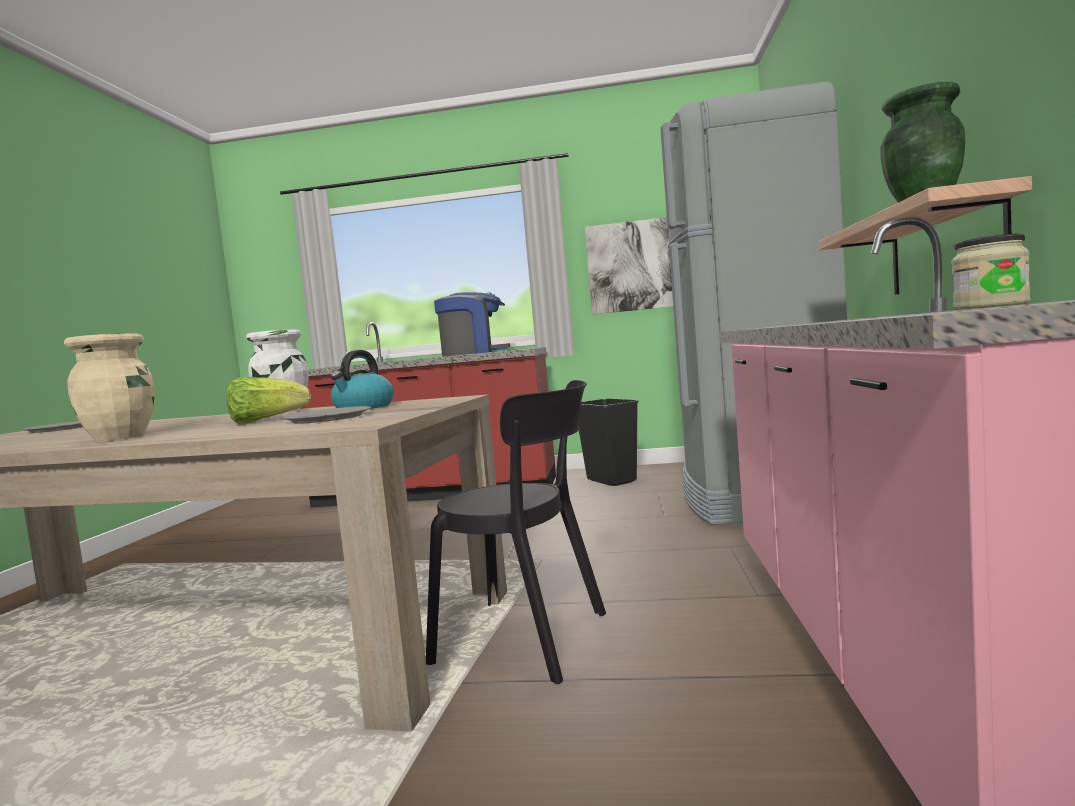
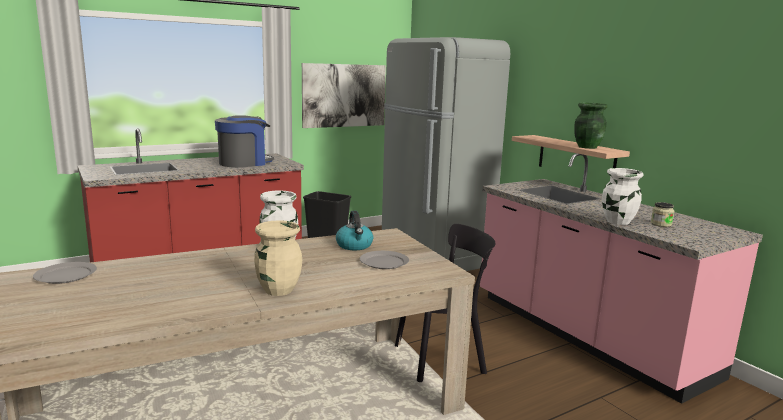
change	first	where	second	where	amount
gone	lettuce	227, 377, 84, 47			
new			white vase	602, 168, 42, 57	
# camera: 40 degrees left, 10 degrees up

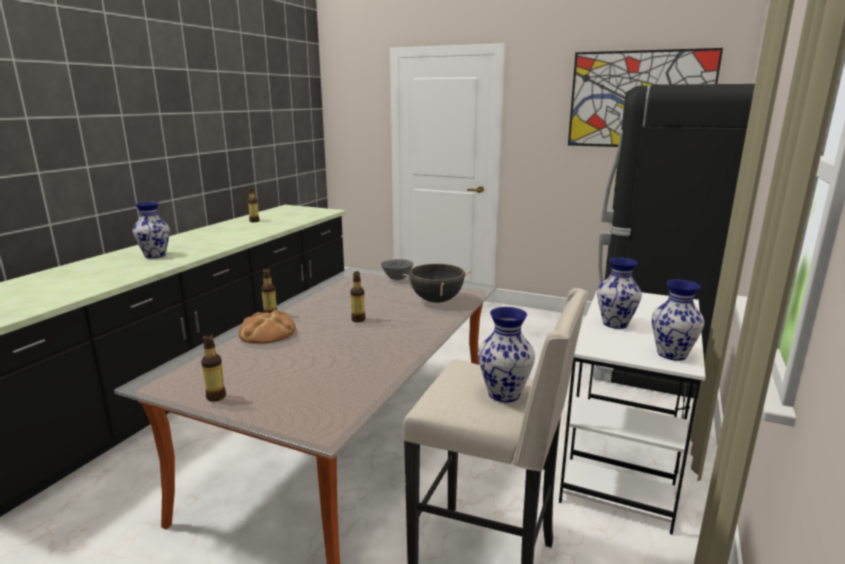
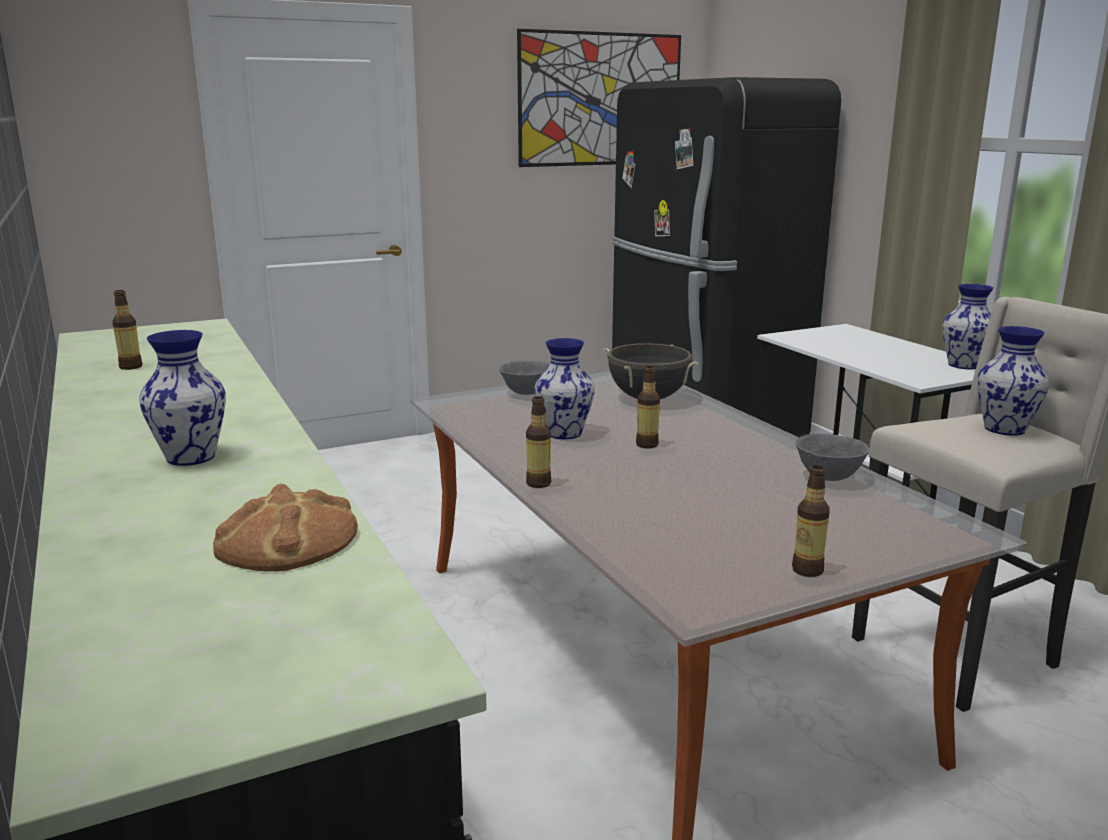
change	first	where	second	where	amount
shifted	bread	238, 310, 58, 34		213, 484, 145, 87	
shifted	vase	597, 258, 45, 71		535, 338, 60, 101	
new			grey bowl	795, 433, 75, 48	
# camera: 50 degrees left, 0 degrees up

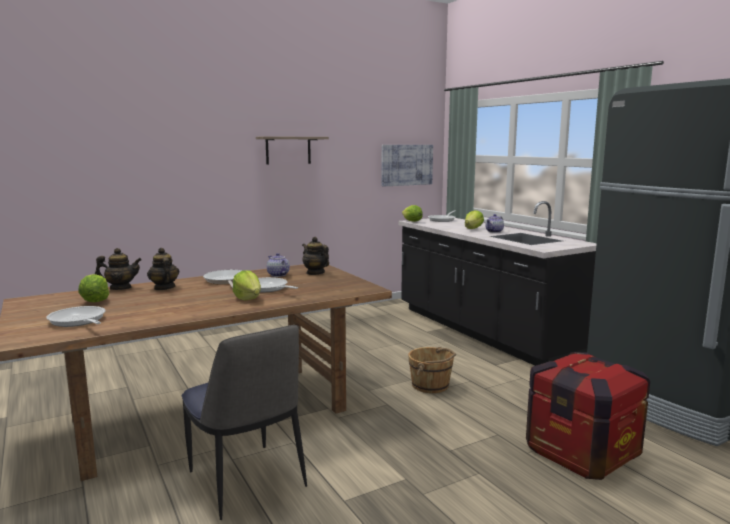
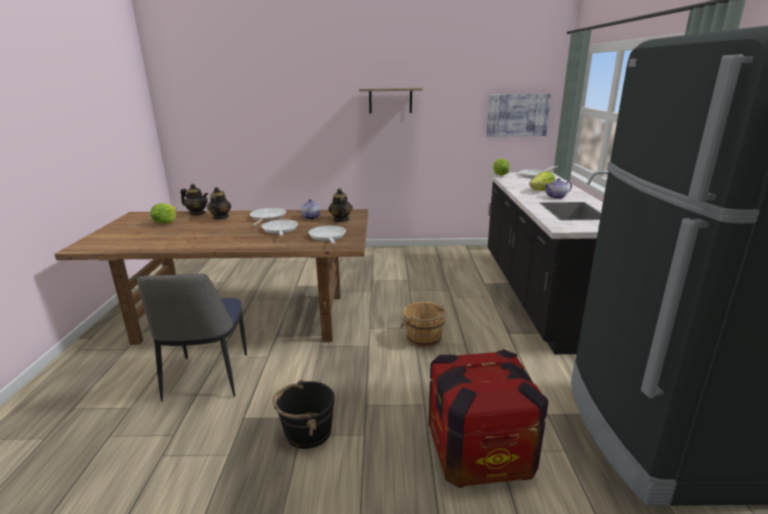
change	first	where	second	where	amount
shifted	frying pan	47, 306, 58, 21		308, 225, 38, 19	
gone	lettuce	232, 271, 29, 30			
new			black bucket	272, 380, 63, 69	
# camera: 30 degrees right, 10 degrees up

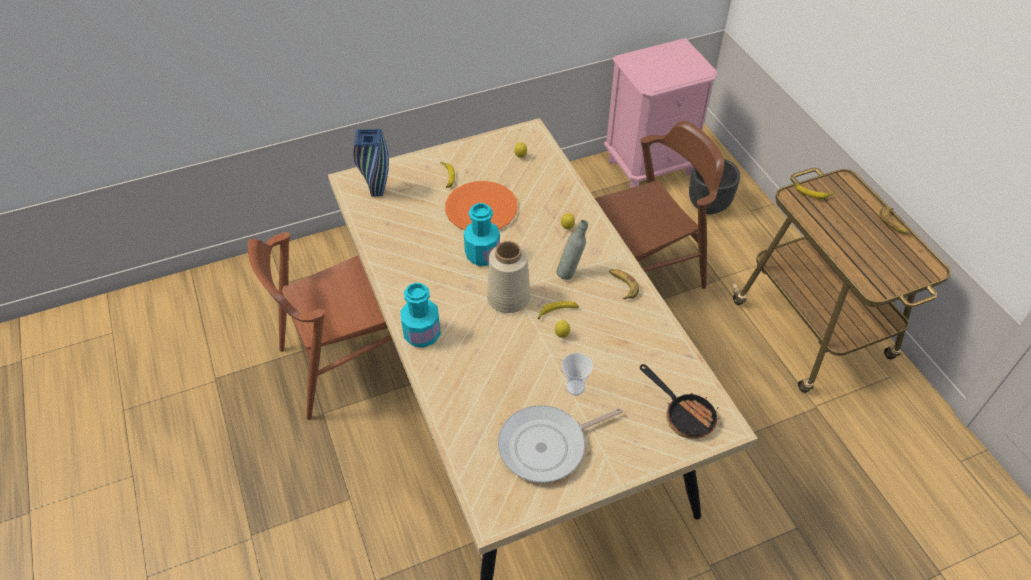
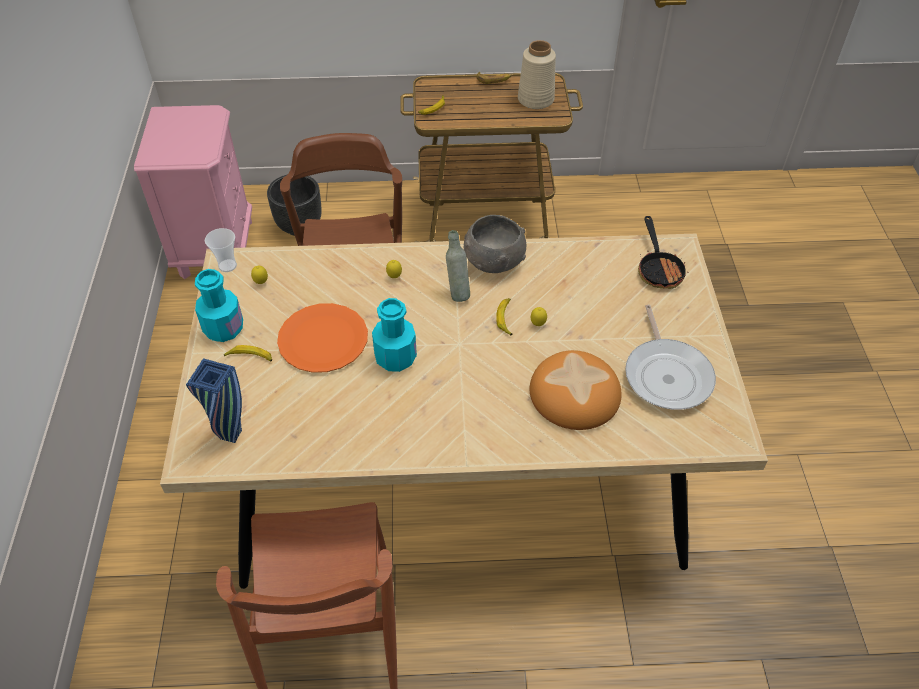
change	first	where	second	where	amount
shifted	turquoise bottle	400, 283, 41, 65		195, 269, 48, 73	
shifted	beige vase	487, 241, 43, 72		518, 40, 38, 69	
shifted	cup	562, 353, 31, 43		205, 228, 32, 44	
swapped	banana	609, 269, 30, 30	grey bowl	464, 215, 62, 58	
rotated	frying pan	640, 364, 79, 75		638, 216, 50, 73	105 degrees clockwise
new			bread	530, 350, 91, 80	
# camera: 70 degrees left, 0 degrees up

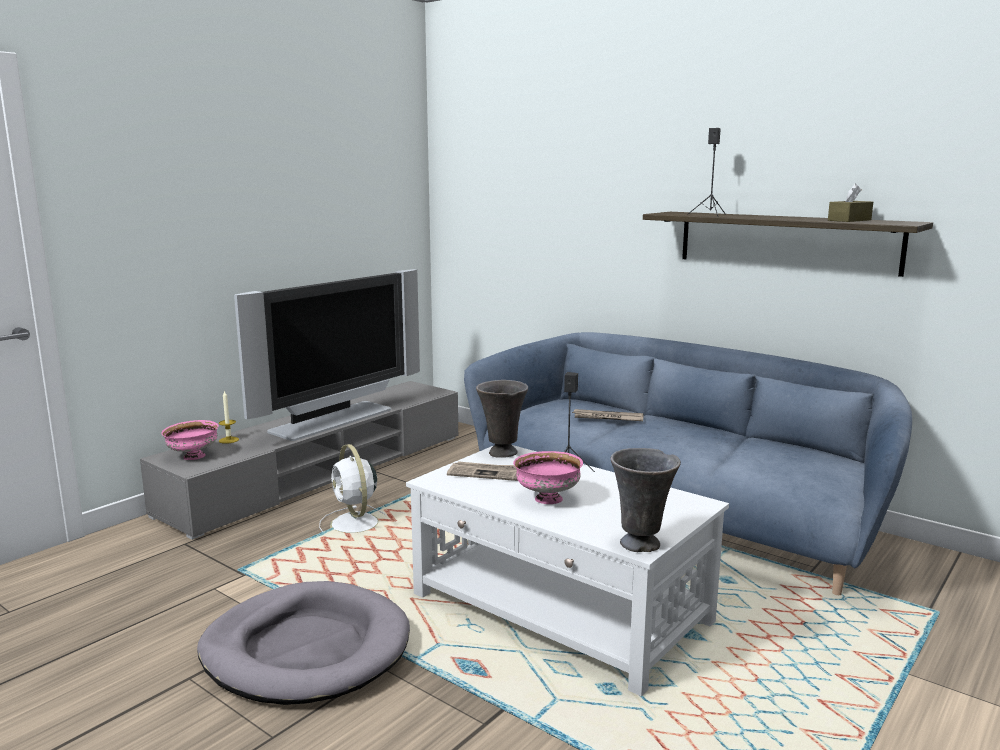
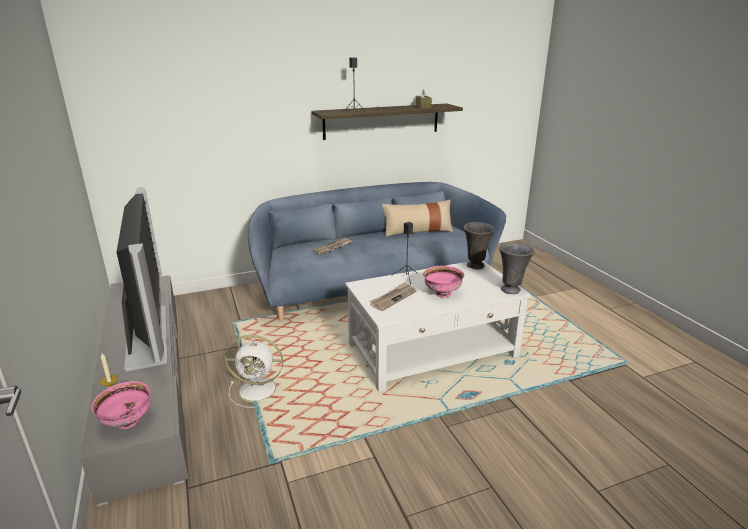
change	first	where	second	where	amount
gone	grey dog bed	197, 581, 213, 124			
shifted	grey vase	476, 380, 52, 78		464, 222, 31, 47	
new			beige pillow	382, 200, 71, 37	
# camera: 60 degrees left, 10 degrees up

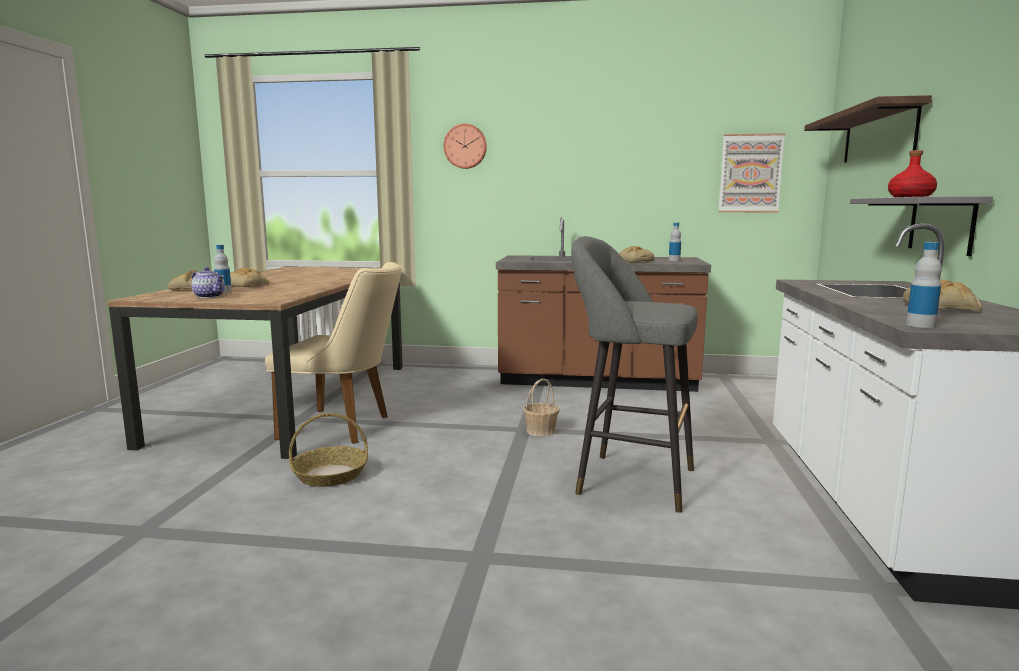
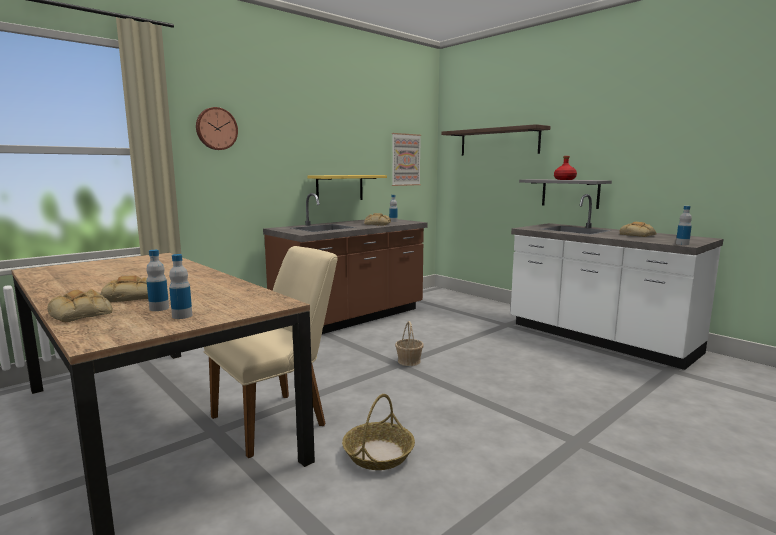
change	first	where	second	where	amount
swapped	teapot	191, 267, 34, 31	bottle	169, 254, 23, 65	
gone	grey stool	571, 236, 127, 277			
new			yellow shelf	307, 175, 80, 25	
# camera: 50 degrees left, 0 degrees up

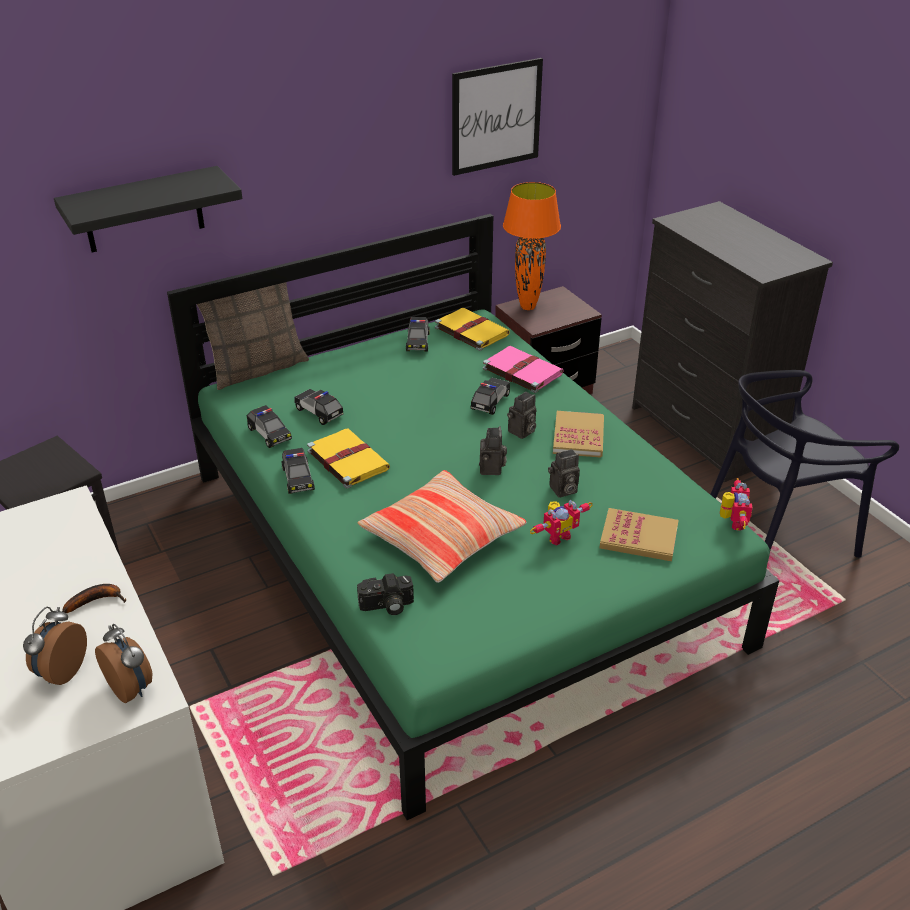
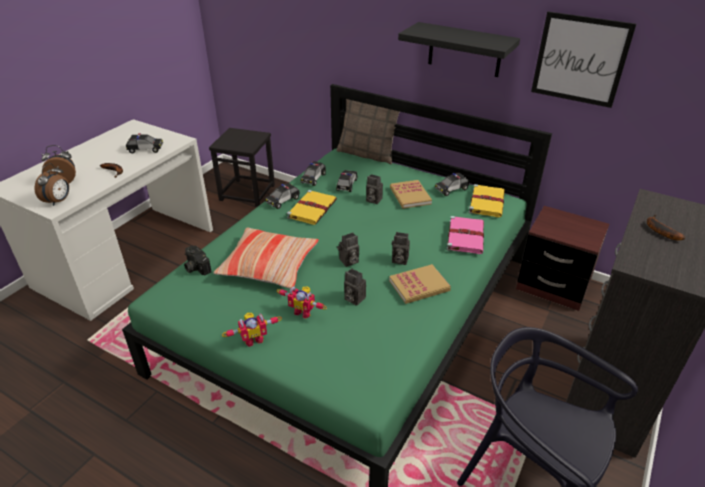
change	first	where	second	where	amount
shifted	black shelf	54, 166, 188, 86		398, 22, 122, 55	
shifted	toy car	471, 377, 39, 38		126, 133, 37, 21	
gone	orange table lamp	503, 182, 58, 128			
shifted	book	600, 508, 79, 53		390, 180, 42, 29	
shifted	toy robot	720, 478, 33, 53		222, 313, 60, 34	
new			photo camera	366, 174, 17, 30	
new			banana	647, 215, 38, 25	
# camera: 60 degrees right, 0 degrees up

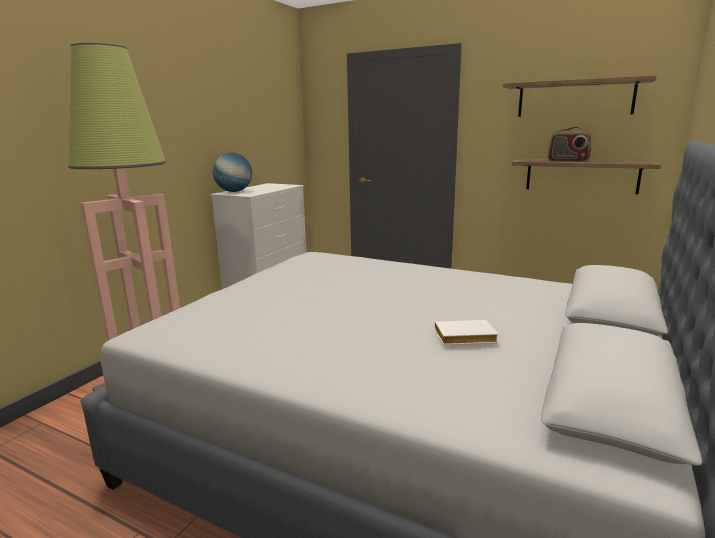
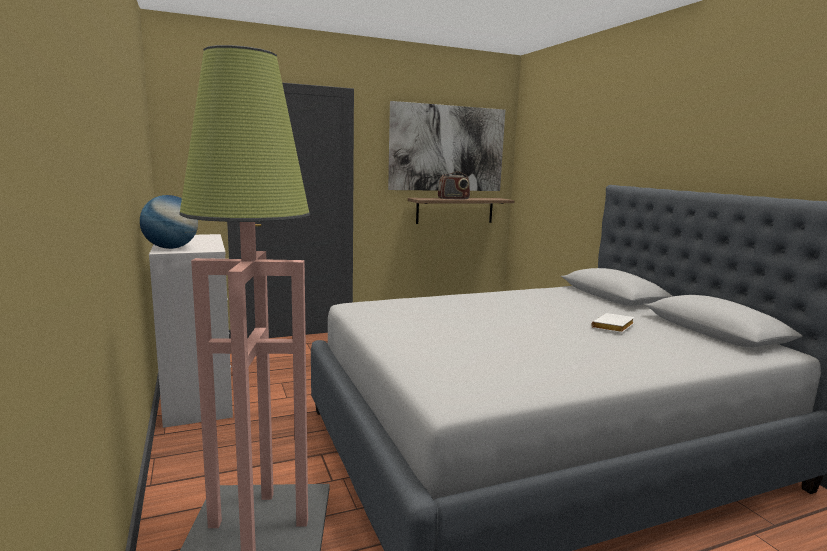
change	first	where	second	where	amount
swapped	shelf	503, 75, 154, 42	picture	388, 101, 117, 90	
# camera: 50 degrees left, 5 degrees down

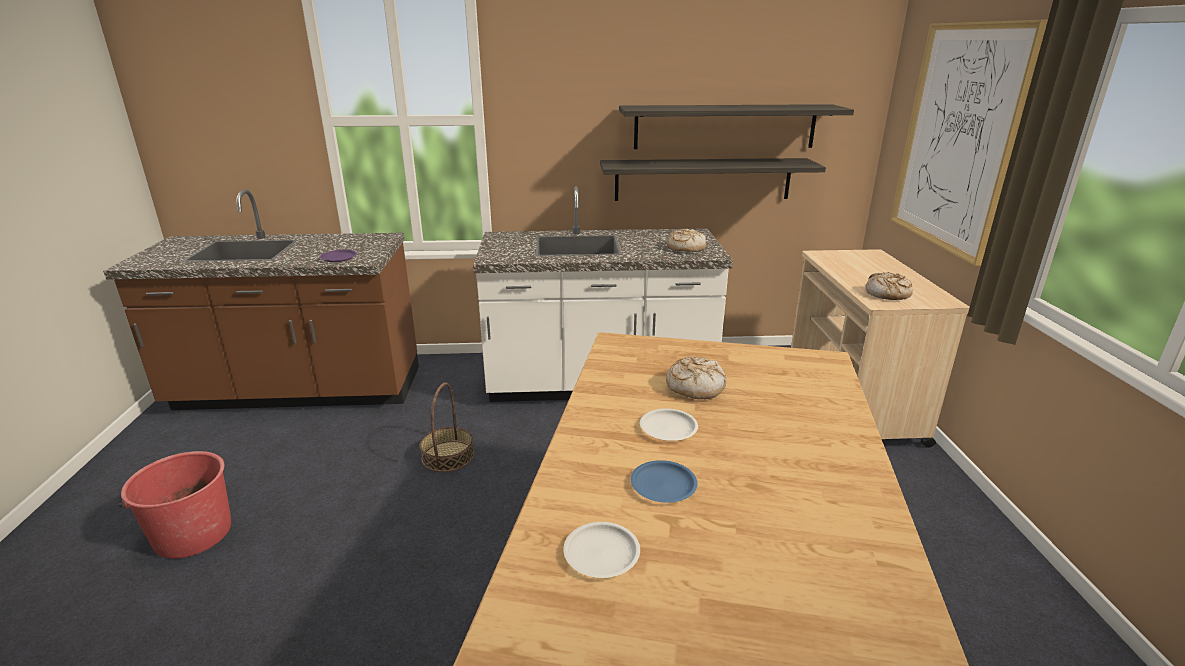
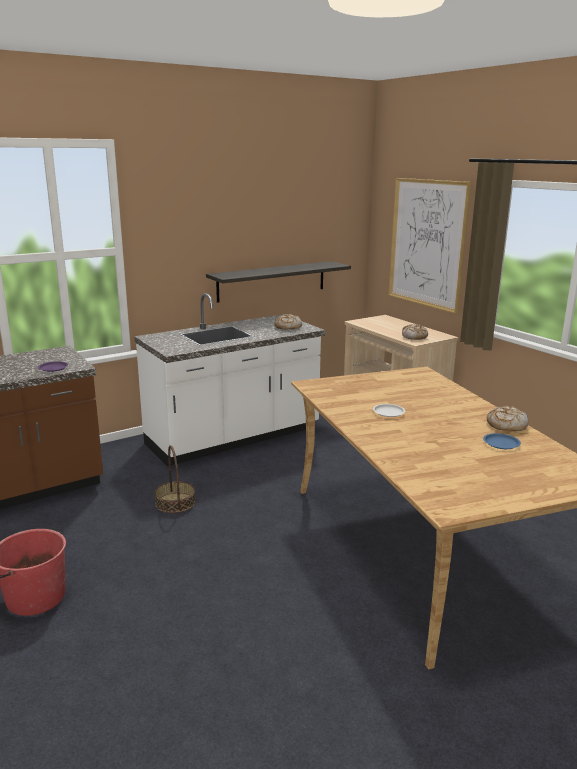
change	first	where	second	where	amount
gone	white plate	563, 522, 77, 56			
gone	shelf	619, 104, 235, 45			
shifted	blue plate	631, 460, 66, 43		483, 433, 38, 16	
shifted	bread	666, 357, 60, 42		487, 406, 41, 25	
# camera: 30 degrees left, 5 degrees down

